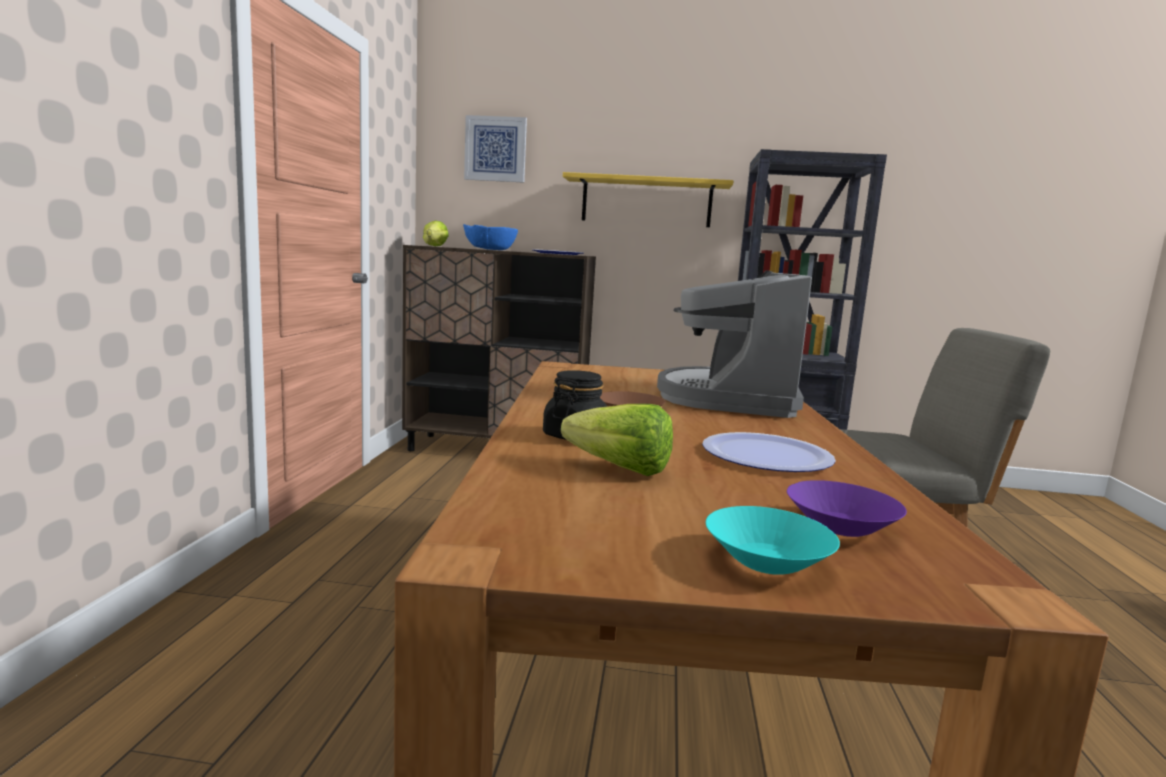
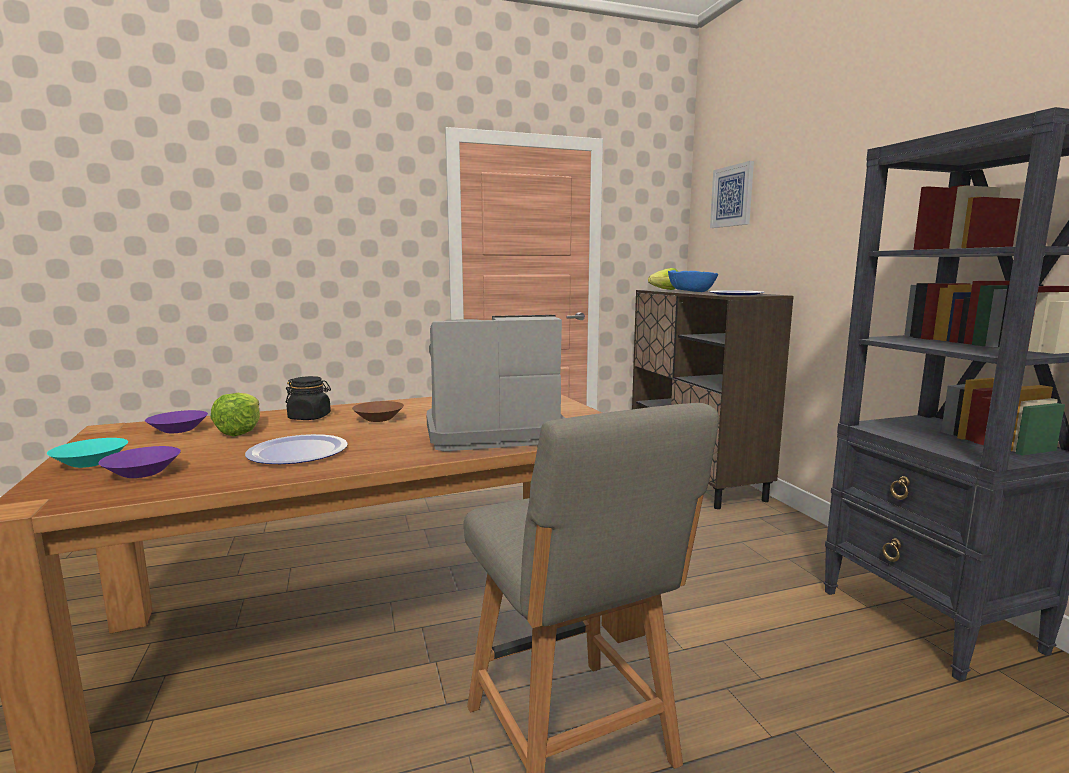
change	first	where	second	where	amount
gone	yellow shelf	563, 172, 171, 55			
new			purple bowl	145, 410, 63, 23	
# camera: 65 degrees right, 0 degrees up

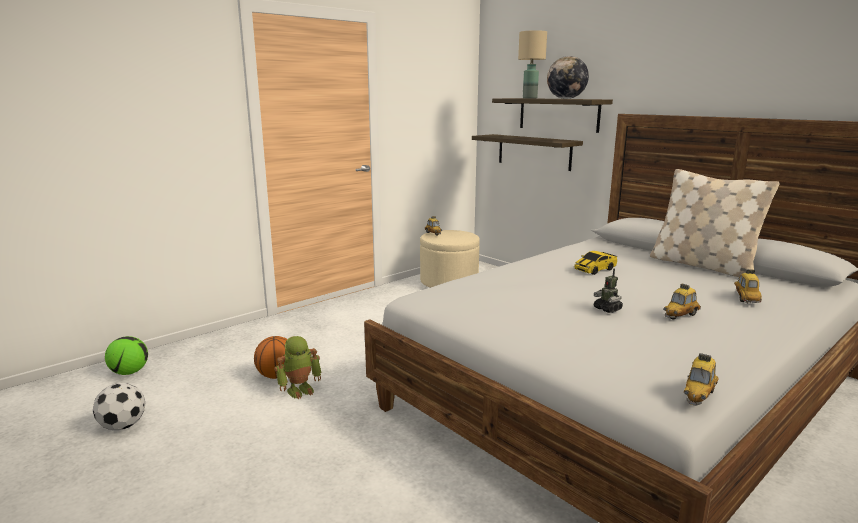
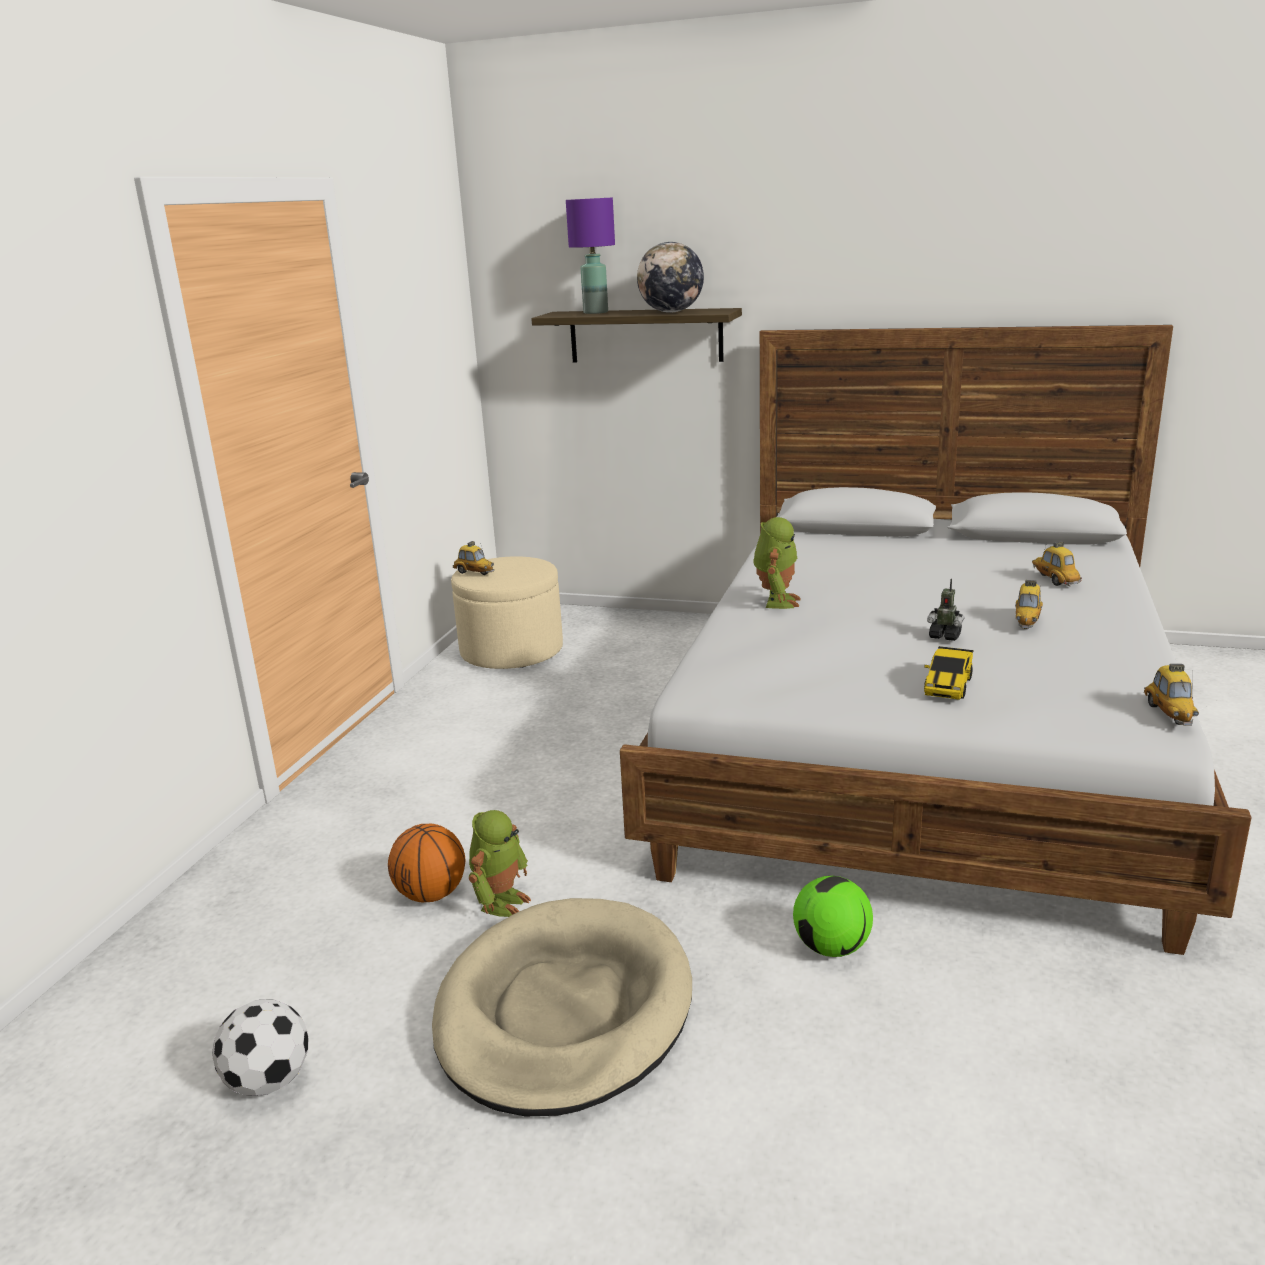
change	first	where	second	where	amount
shifted	football	105, 336, 43, 39		793, 876, 80, 81	
gone	shelf	472, 134, 111, 37			
repainted	beige table lamp	518, 30, 29, 68	purple table lamp	566, 198, 49, 116	
shifted	toy car	575, 251, 43, 24		924, 646, 50, 54	
gone	beige pillow	650, 169, 129, 108			
new			beige dog bed	432, 898, 260, 219	
new			toy robot	753, 517, 48, 92	
# camera: 30 degrees left, 5 degrees up

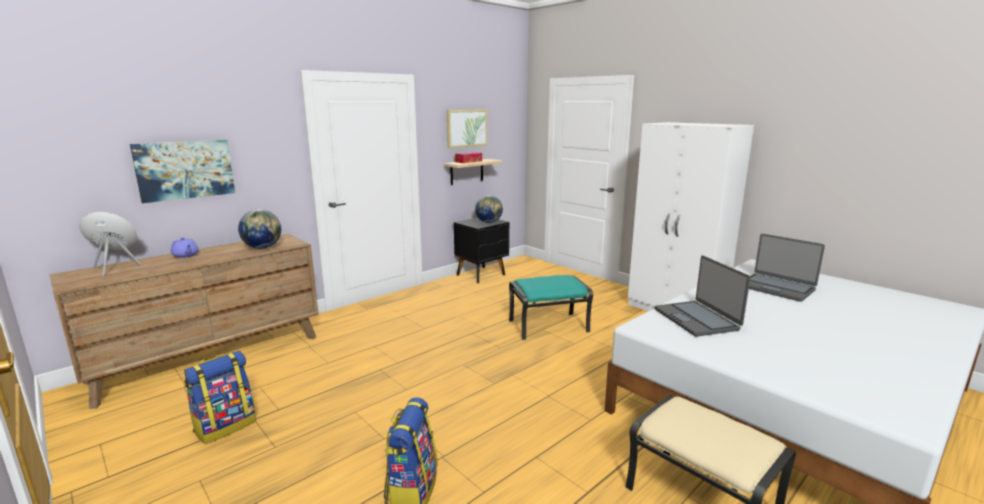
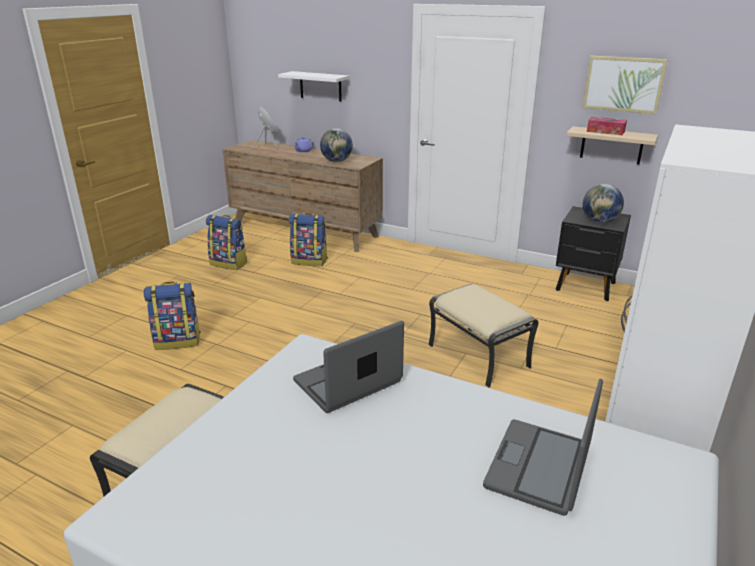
change	first	where	second	where	amount
swapped	picture	130, 140, 105, 63	white shelf	278, 71, 71, 31	
repainted	turquoise ottoman	509, 275, 84, 65	beige ottoman	429, 284, 110, 104	
new			backpack	289, 213, 39, 53	
# camera: 70 degrees right, 10 degrees up

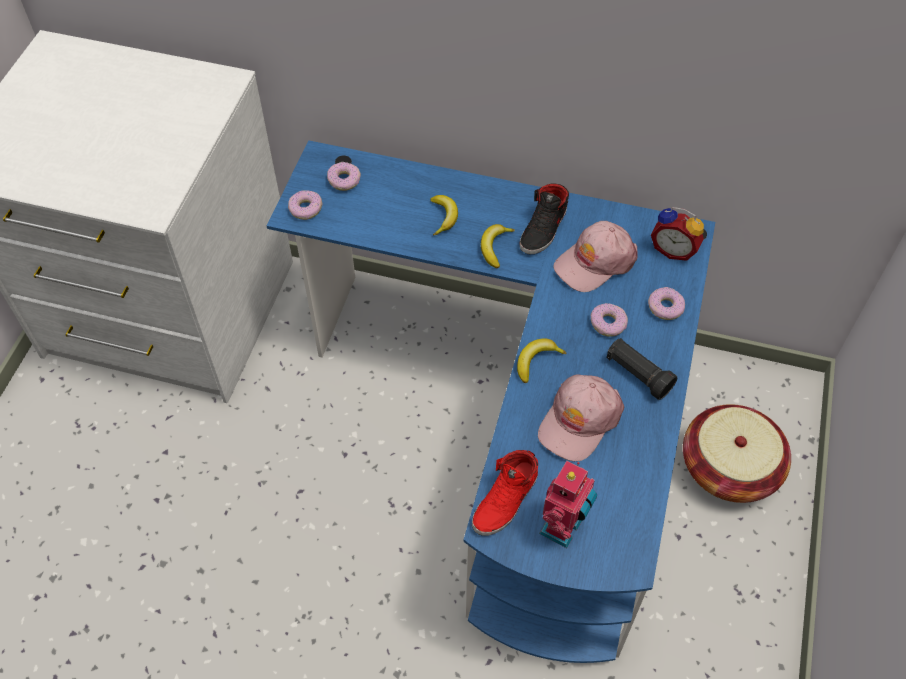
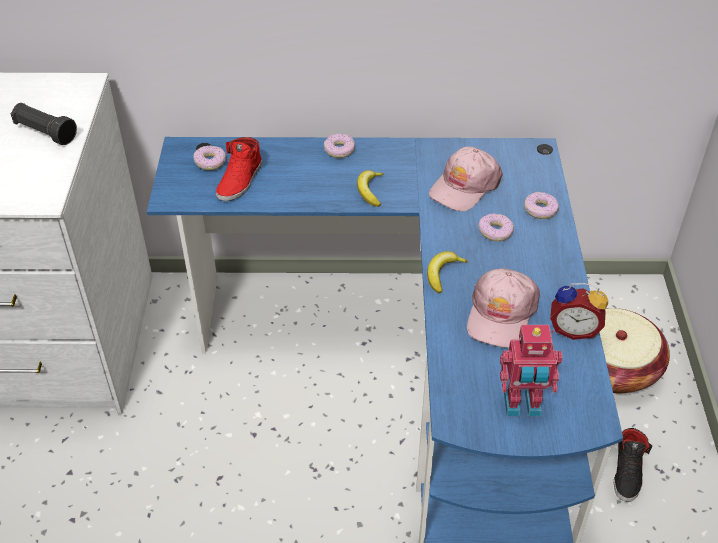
change	first	where	second	where	amount
shifted	donut	288, 190, 35, 30		324, 134, 31, 24	
gone	banana	430, 195, 28, 40			
shifted	red shoe	472, 450, 66, 86		216, 137, 46, 64	
shifted	black shoe	520, 183, 49, 71		614, 428, 38, 74	
rotated	toy robot	539, 461, 58, 87		500, 325, 62, 91	75 degrees clockwise
shifted	black flashlight	607, 338, 70, 62		10, 103, 67, 42	
shifted	alarm clock	651, 207, 53, 54		550, 283, 58, 57	
# camera: 15 degrees left, 10 degrees down

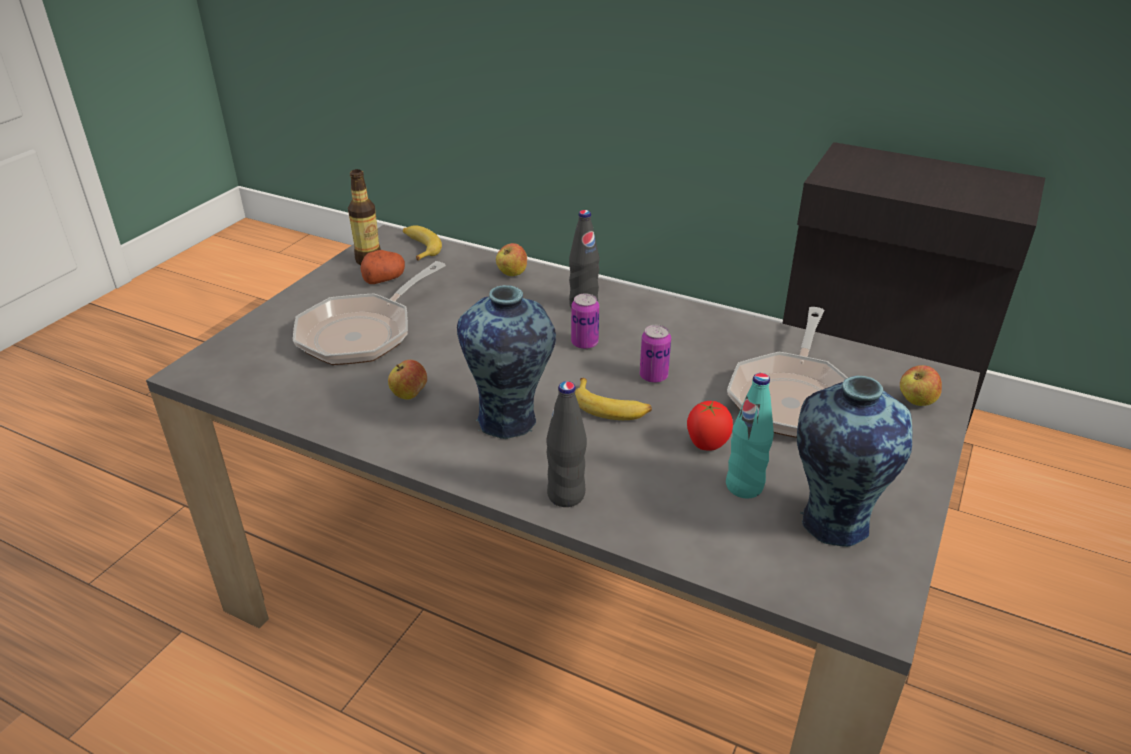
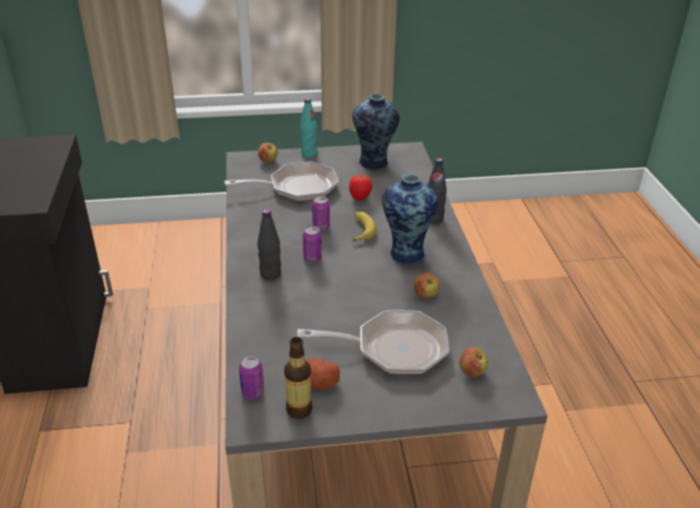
change	first	where	second	where	amount
swapped	banana	403, 225, 39, 36	can	239, 355, 25, 45	
shifted	apple	496, 243, 31, 33		459, 347, 29, 30	
shifted	turquoise bottle	726, 373, 48, 125		300, 98, 17, 60	
# camera: 125 degrees left, 0 degrees up

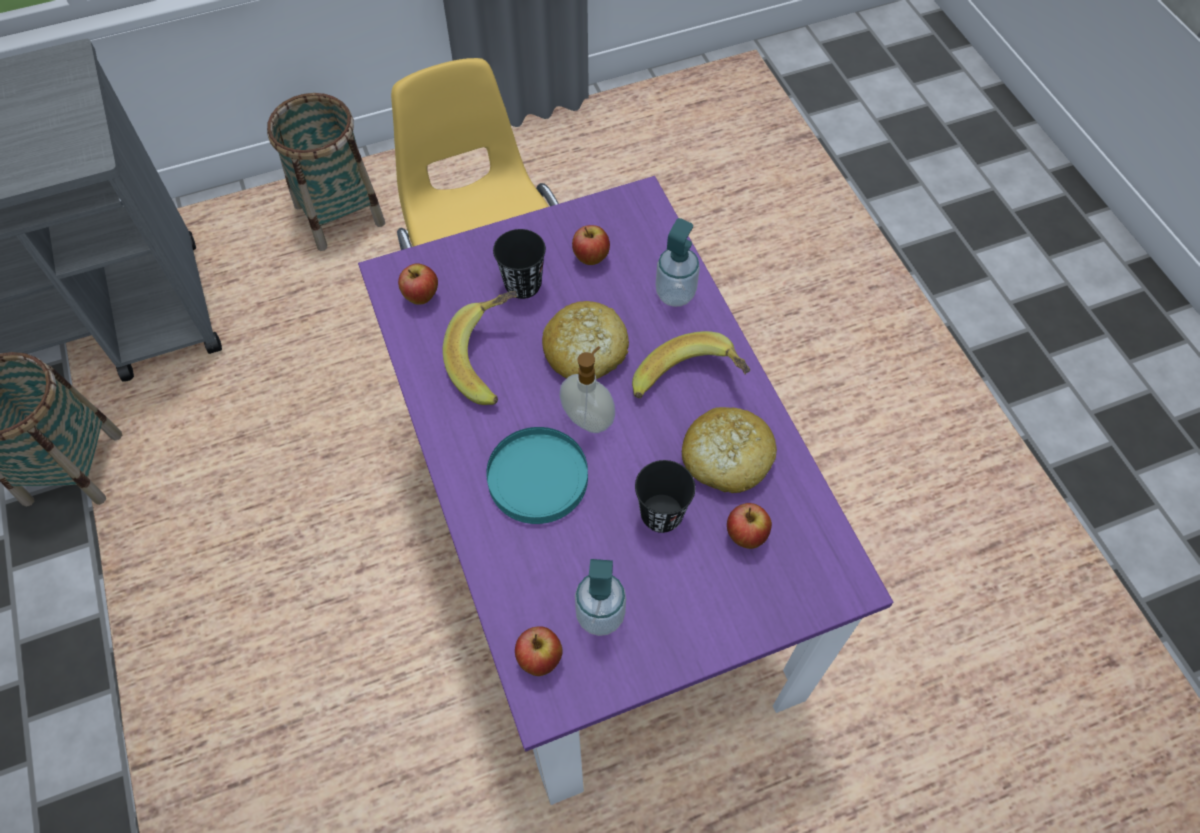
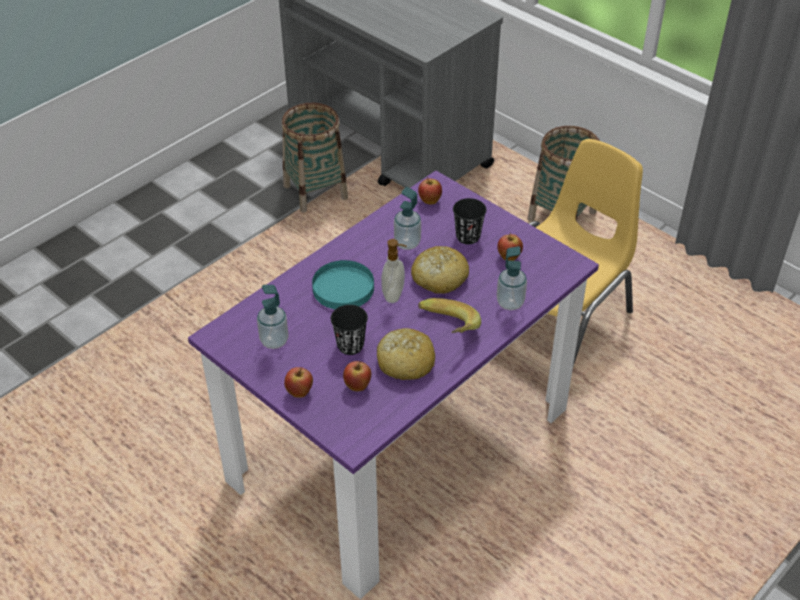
change	first	where	second	where	amount
swapped	banana	443, 291, 74, 114	soap dispenser	394, 187, 27, 63	
shifted	apple	515, 626, 48, 50		284, 367, 29, 31	
# camera: 65 degrees right, 15 degrees down

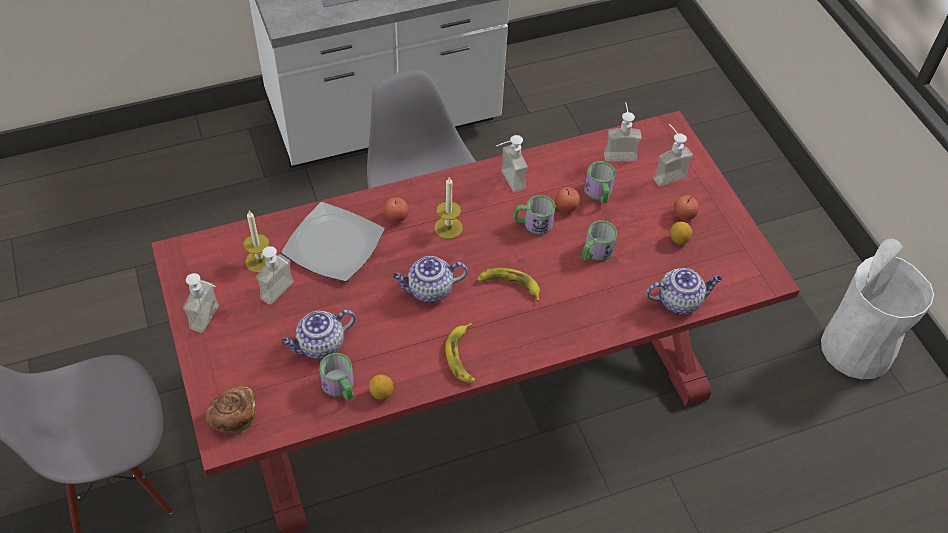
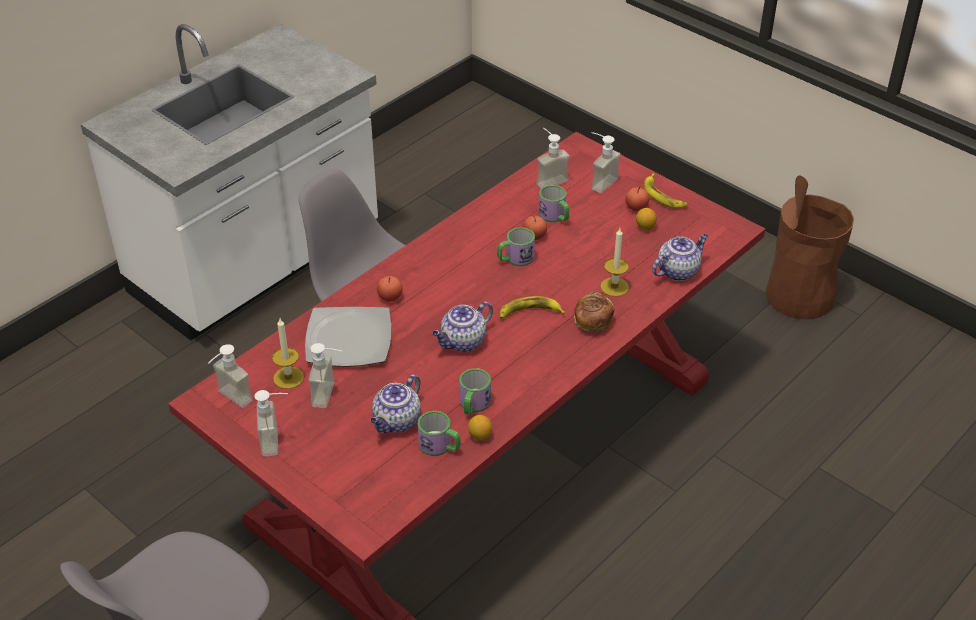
change	first	where	second	where	amount
shifted	bread	206, 386, 50, 47		574, 292, 40, 40	
shifted	candle	434, 176, 29, 63		600, 228, 29, 69	
shifted	banana	445, 323, 30, 60		644, 173, 43, 36	
shifted	soap dispenser	496, 135, 32, 57		208, 344, 45, 64	
shifted	mug	582, 221, 35, 40		459, 368, 32, 47	
repainted	white trash can	821, 238, 113, 141	brown trash can	766, 175, 88, 145	
# camera: 25 degrees left, 10 degrees down

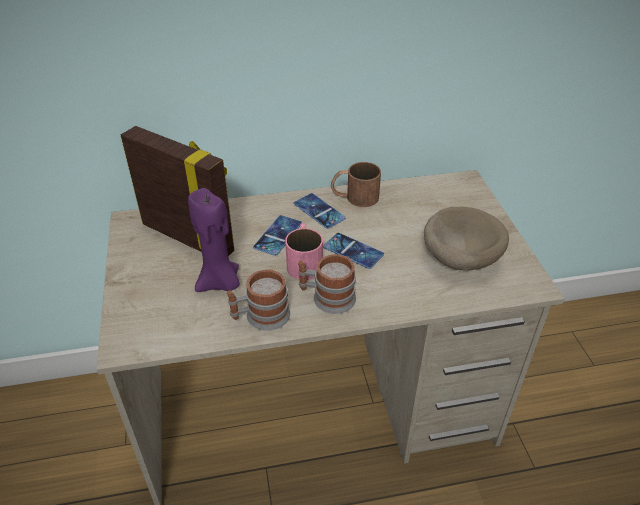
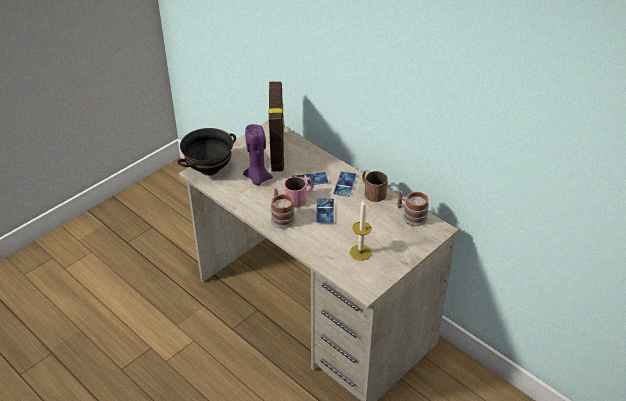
change	first	where	second	where	amount
shifted	mug	227, 269, 63, 62		397, 190, 32, 36	
swapped	beige bowl	424, 207, 85, 63	candle	350, 200, 22, 61	
new			black bowl	177, 128, 59, 48	
# camera: 55 degrees right, 0 degrees up

